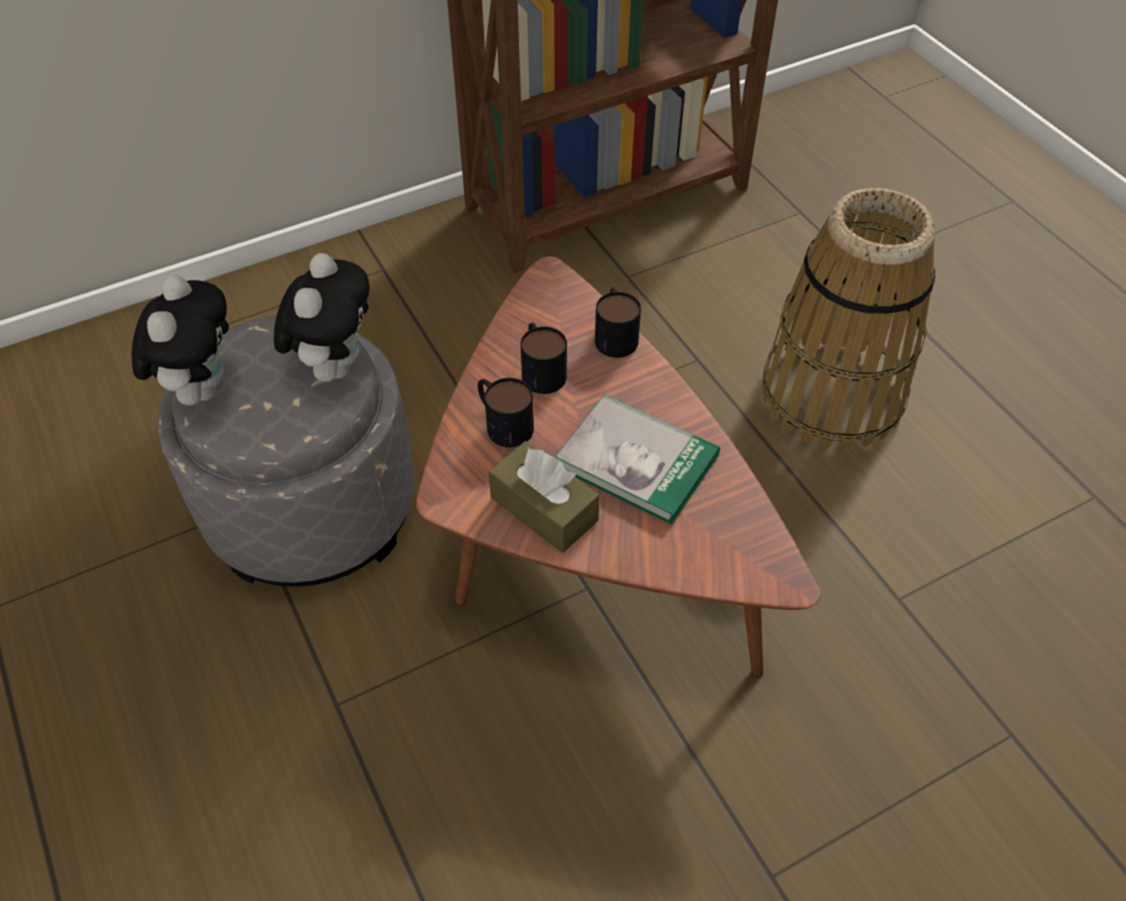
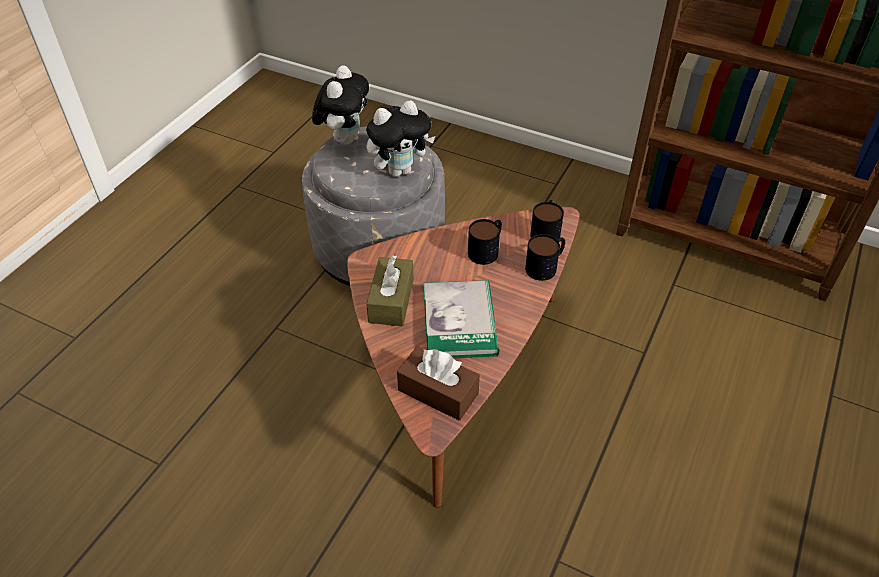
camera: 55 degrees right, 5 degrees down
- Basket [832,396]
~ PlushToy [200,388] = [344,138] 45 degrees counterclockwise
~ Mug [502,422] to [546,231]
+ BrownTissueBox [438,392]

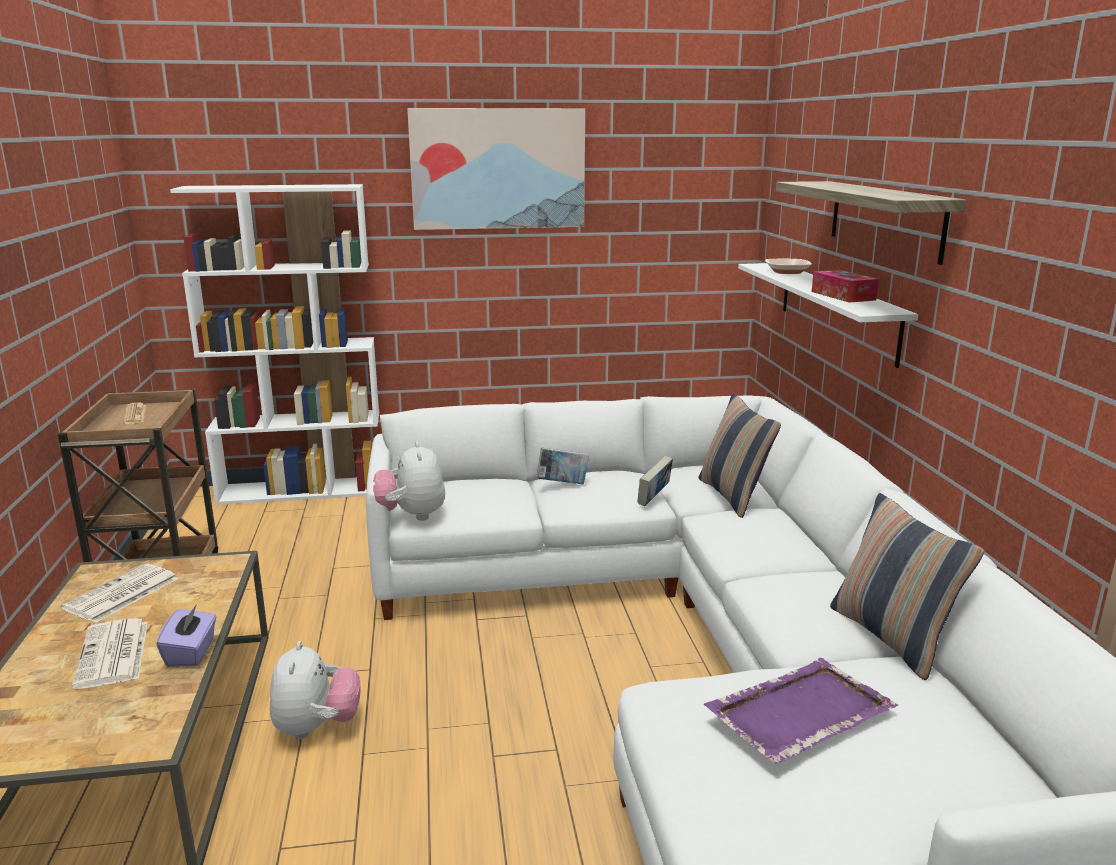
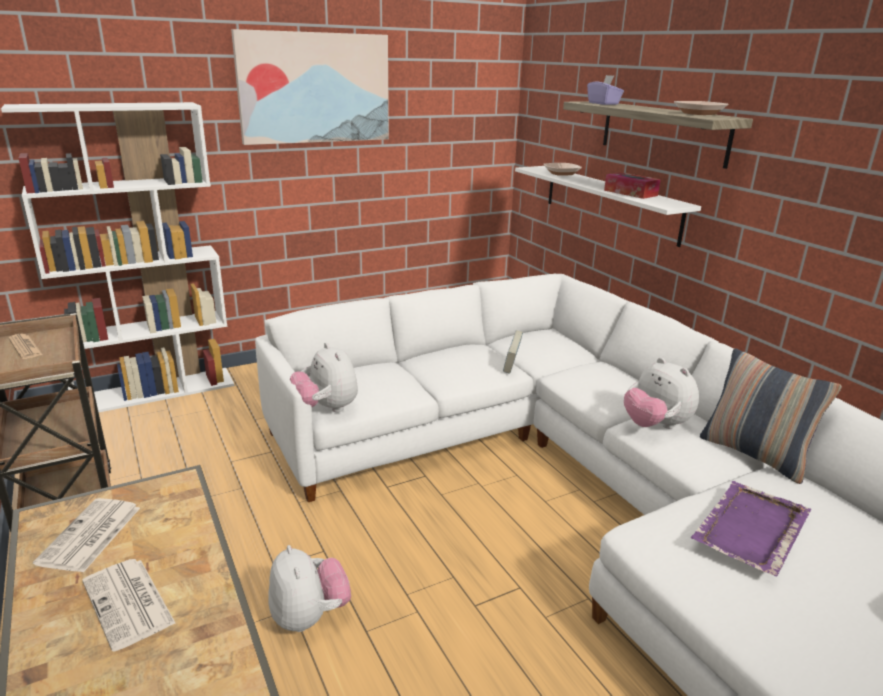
camera: 20 degrees left, 5 degrees up
- Pillow [732,496]
- Book [562,484]
~ PurpleTissueBox [191,653] to [603,103]
+ Bowl [699,114]
+ PlushToy [655,425]

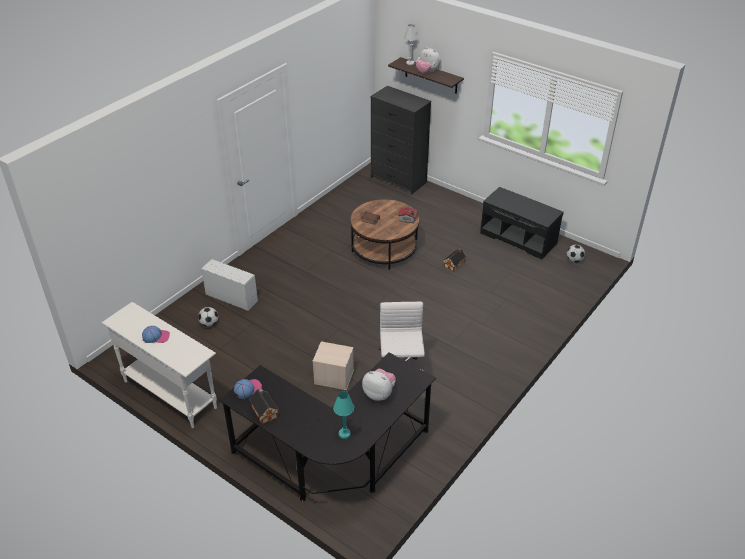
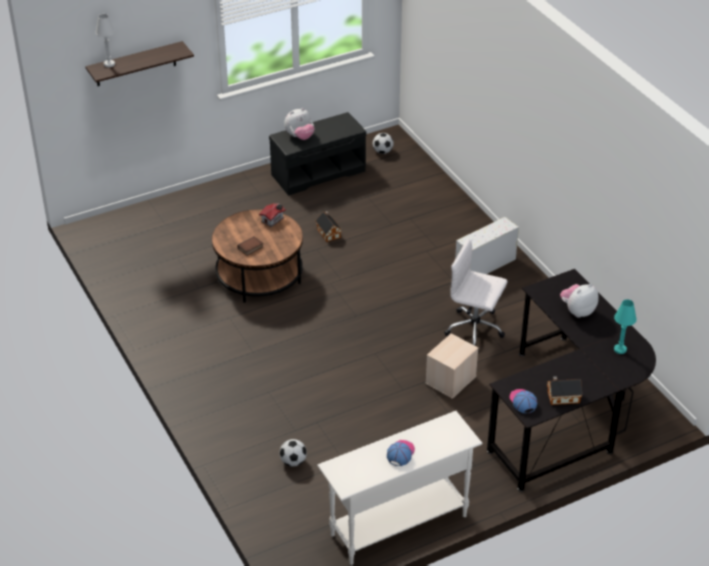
camera: 65 degrees left, 0 degrees up
~ PlushToy [427,72] to [300,137]
- BlackDresser [399,180]
~ WhiteStorageBox [231,297] to [484,266]

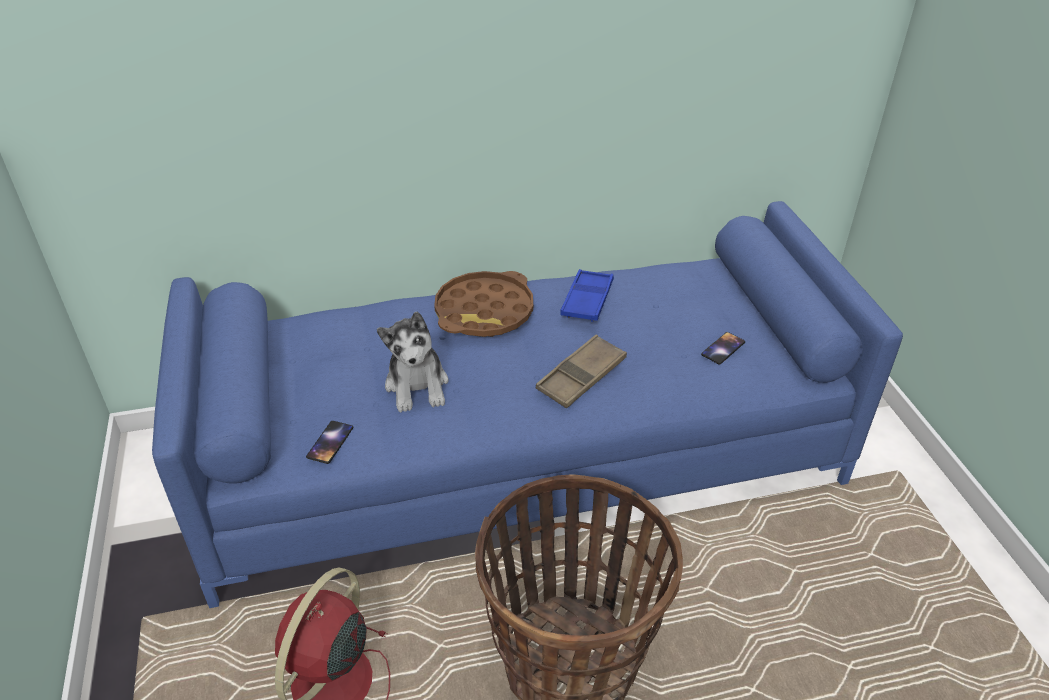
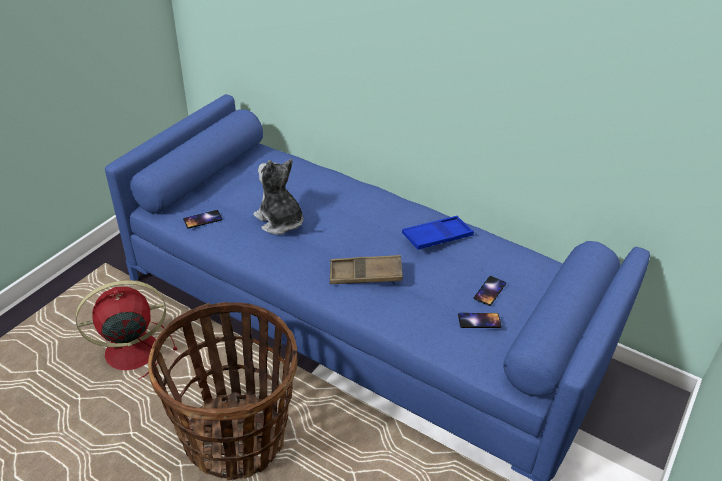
camera: 45 degrees right, 0 degrees up
- BrownTray [484,312]
~ PlushToy [417,385] = [280,221] 105 degrees clockwise
+ Phone [490,291]

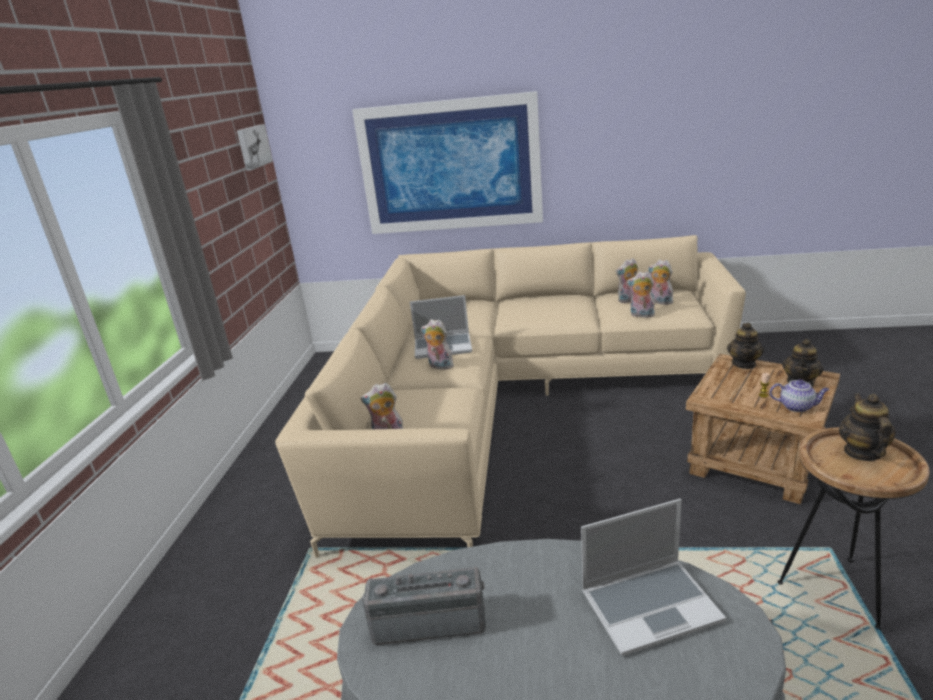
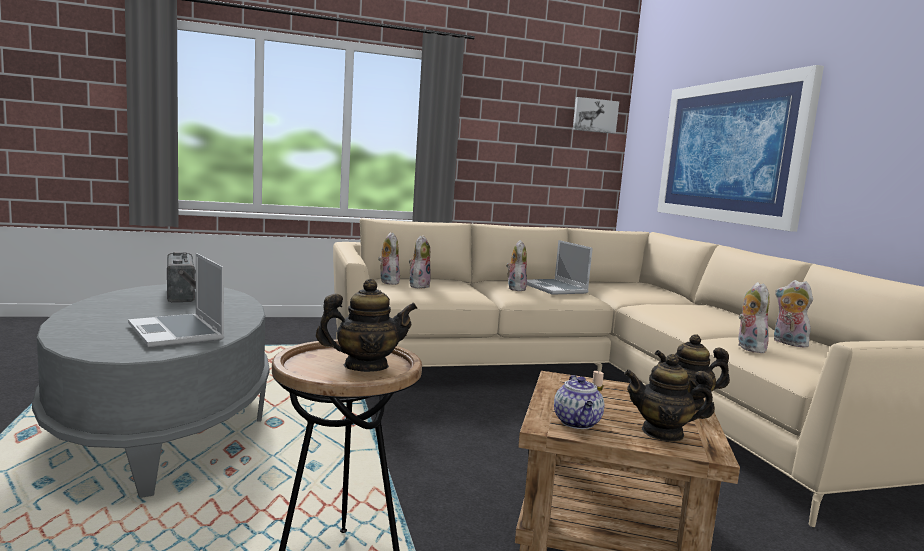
camera: 65 degrees right, 15 degrees down
~ PlushToy [660,302] to [418,286]

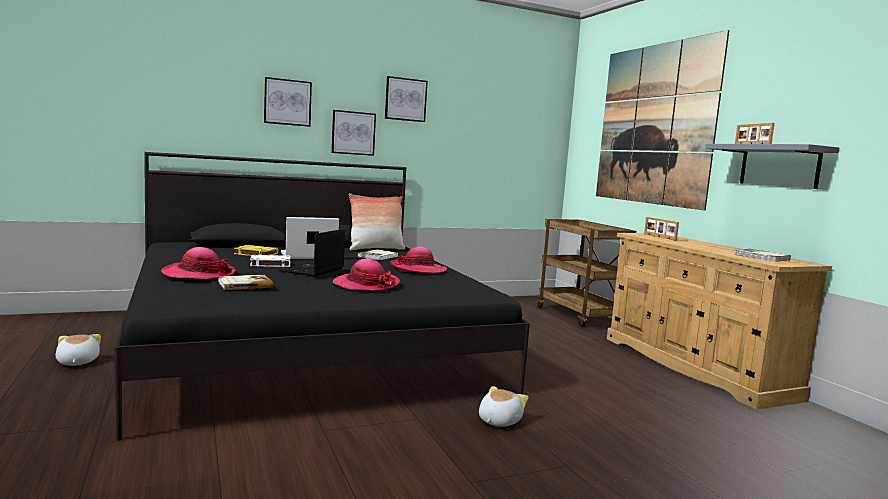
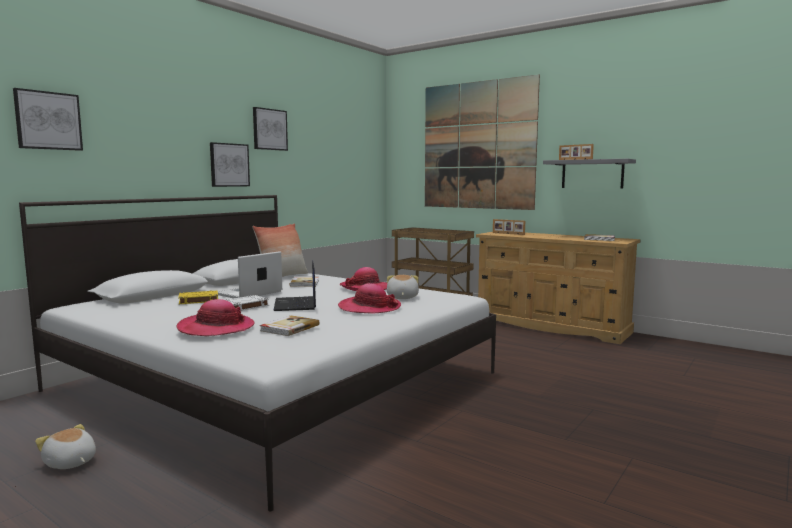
camera: 30 degrees left, 0 degrees up
~ Picture [287,102] to [48,120]
~ BlackBed [307,346] to WhiteBed [276,381]
~ PlushToy [498,421] to [402,298]

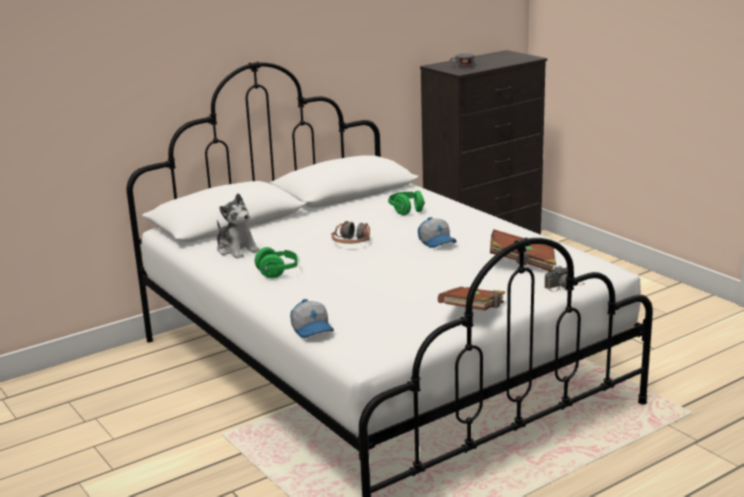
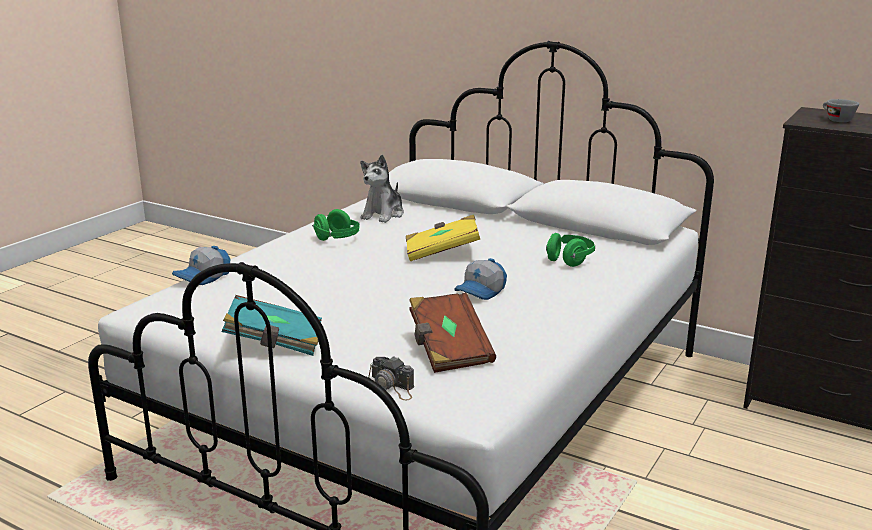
camera: 65 degrees right, 0 degrees up
~ Headphones [351,242] to YellowBook [442,253]
~ BrownBook [473,312] to TurquoiseBook [275,343]

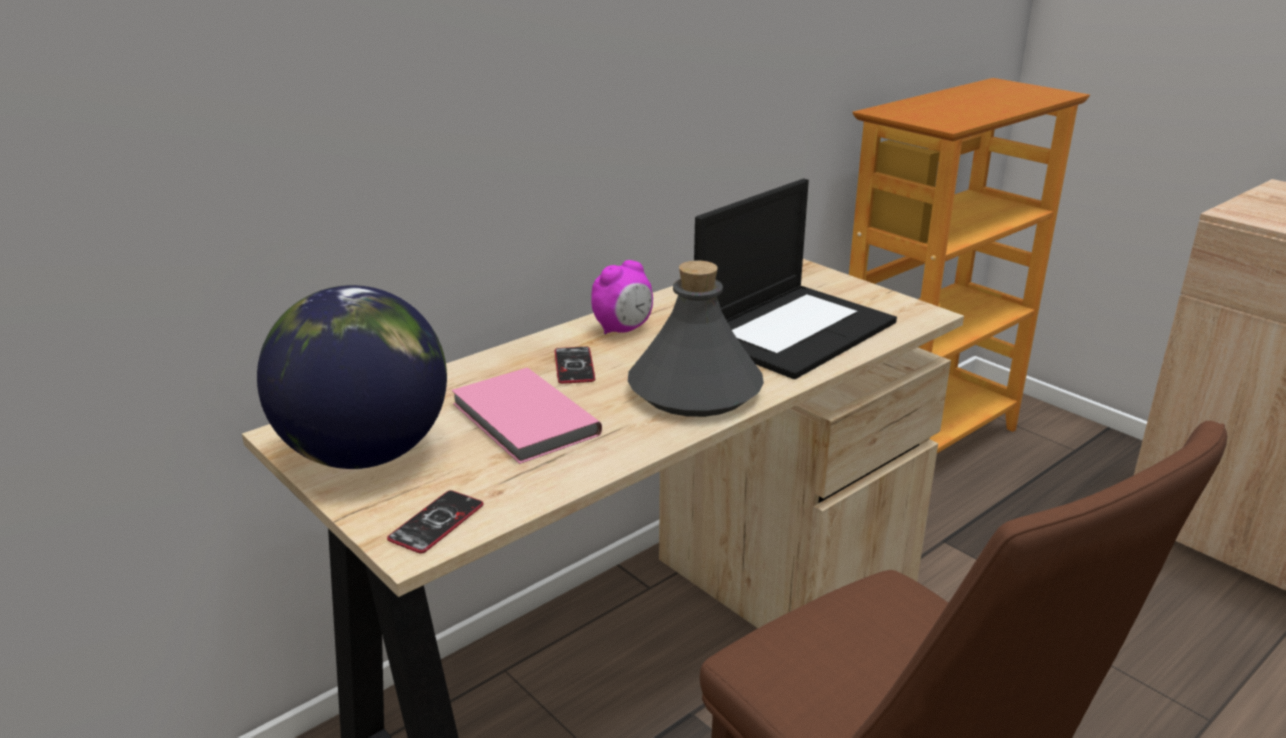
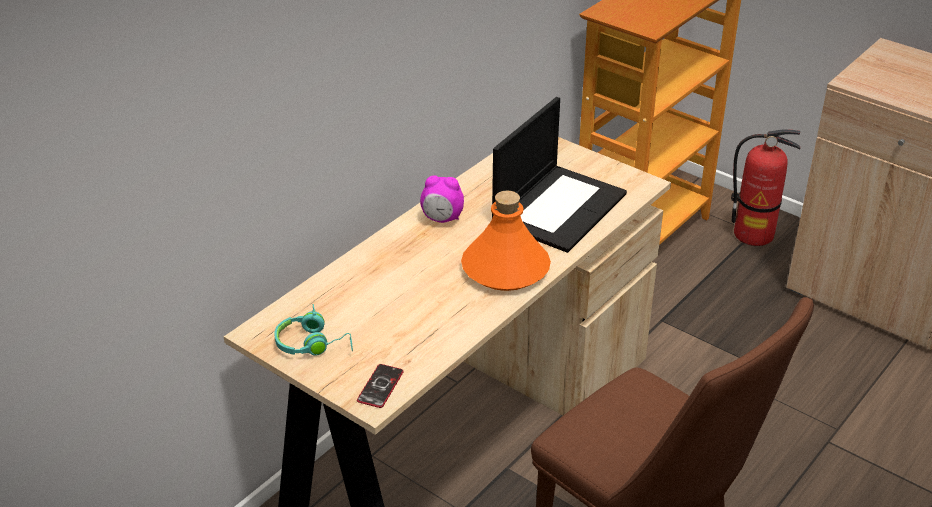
camera: 10 degrees left, 10 degrees up
~ AlarmClock [623,329] = [442,219] 60 degrees clockwise
~ GreyBottle [695,390] to OrangeBottle [506,268]
~ Globe [365,455] to TurquoiseHeadphones [313,344]
- Phone [574,366]
- PinkBook [523,421]
+ FireExtinguisher [753,235]

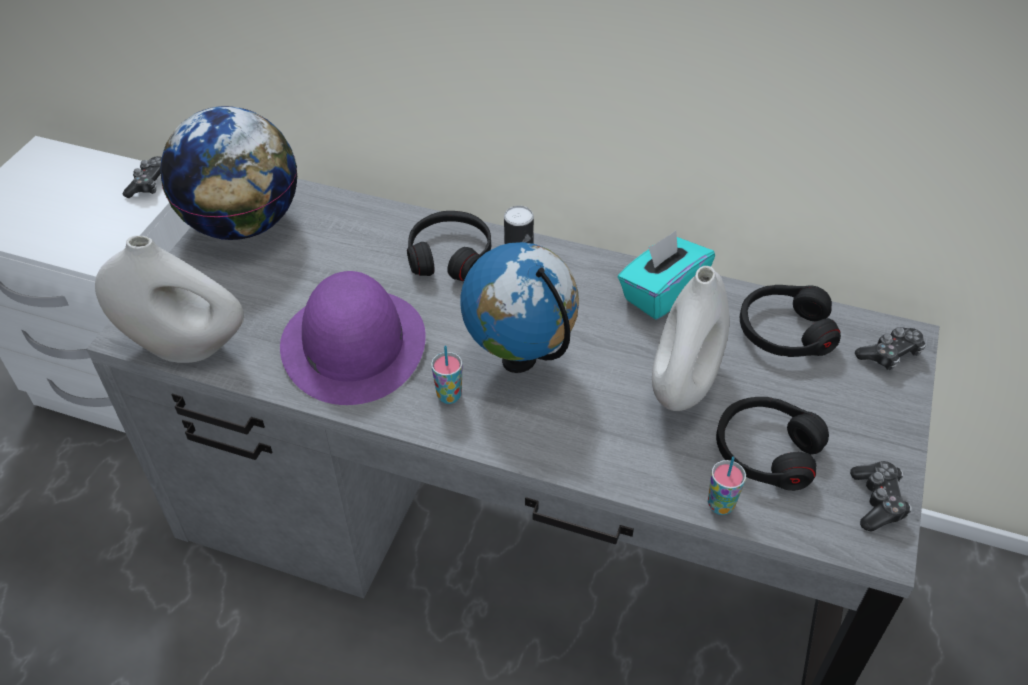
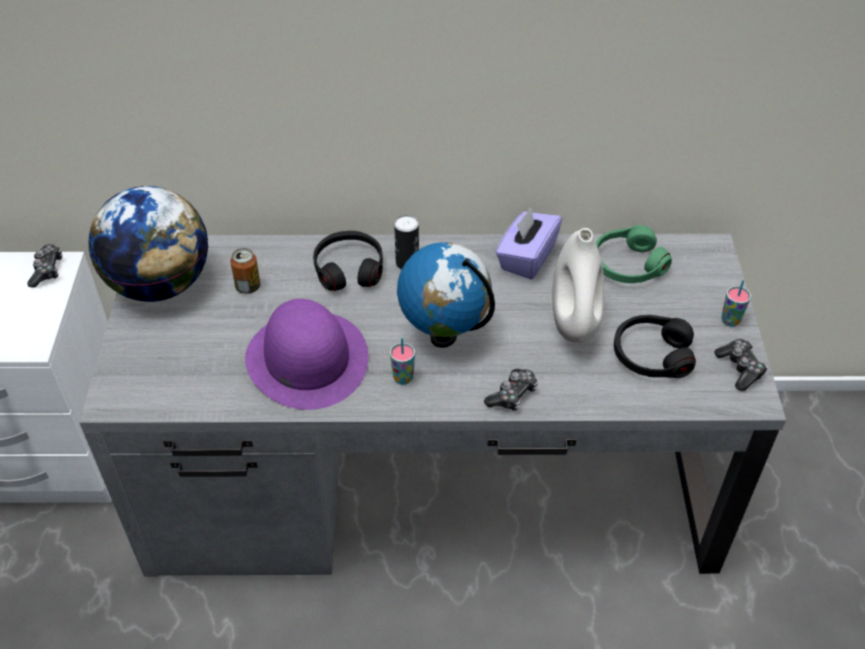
camera: 20 degrees left, 0 degrees up
~ TurquoiseTissueBox [661,293] to PurpleTissueBox [526,258]
- WhiteVase [186,347]
~ BlackHeadphones [784,331] to GreenHeadphones [627,265]
~ GameController [890,354] to [512,395]
~ Cup [720,505] to [730,321]
+ Can [248,287]

